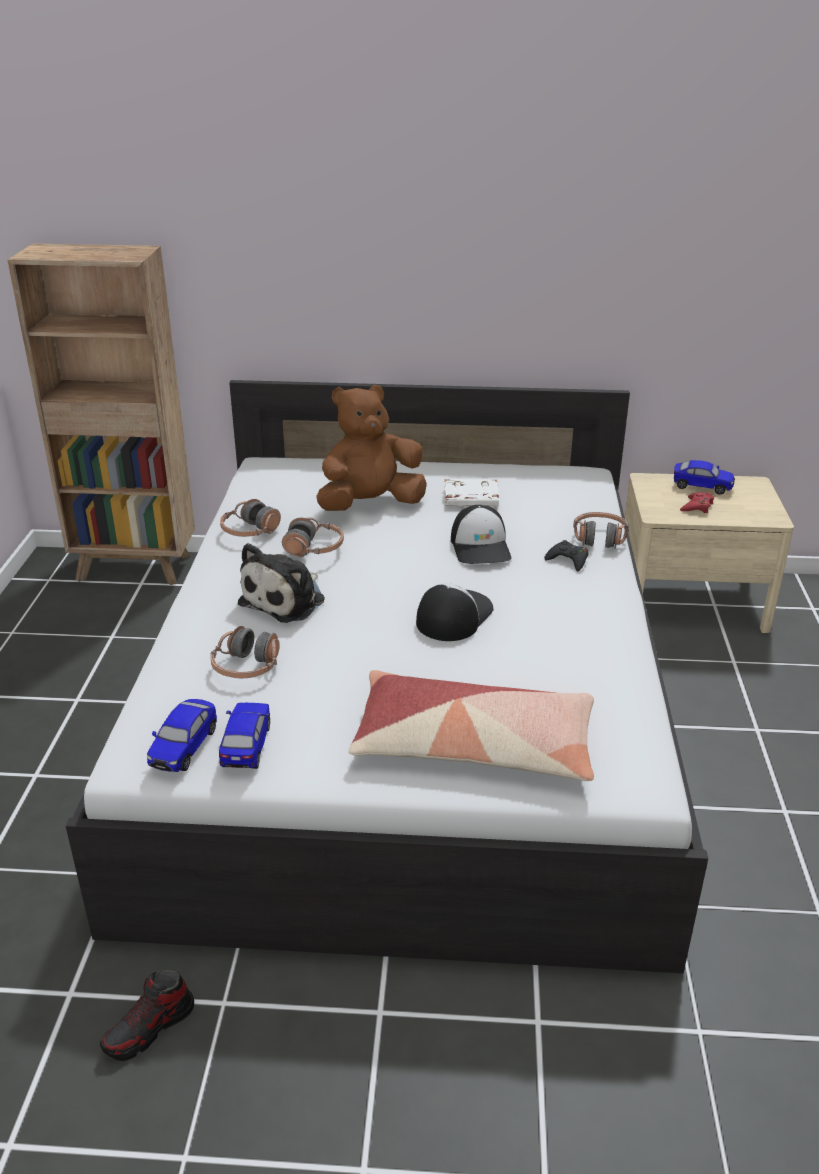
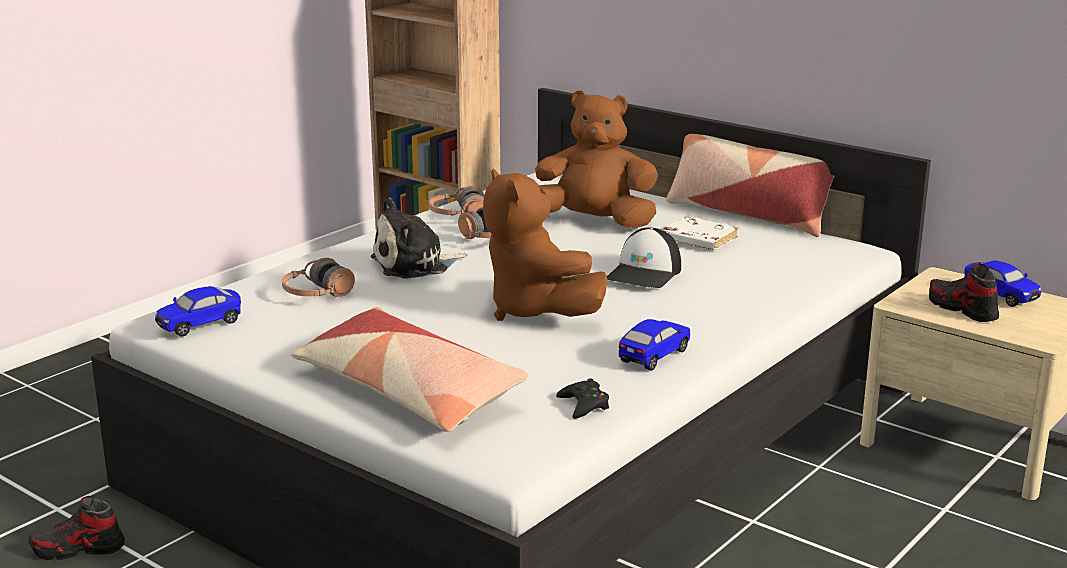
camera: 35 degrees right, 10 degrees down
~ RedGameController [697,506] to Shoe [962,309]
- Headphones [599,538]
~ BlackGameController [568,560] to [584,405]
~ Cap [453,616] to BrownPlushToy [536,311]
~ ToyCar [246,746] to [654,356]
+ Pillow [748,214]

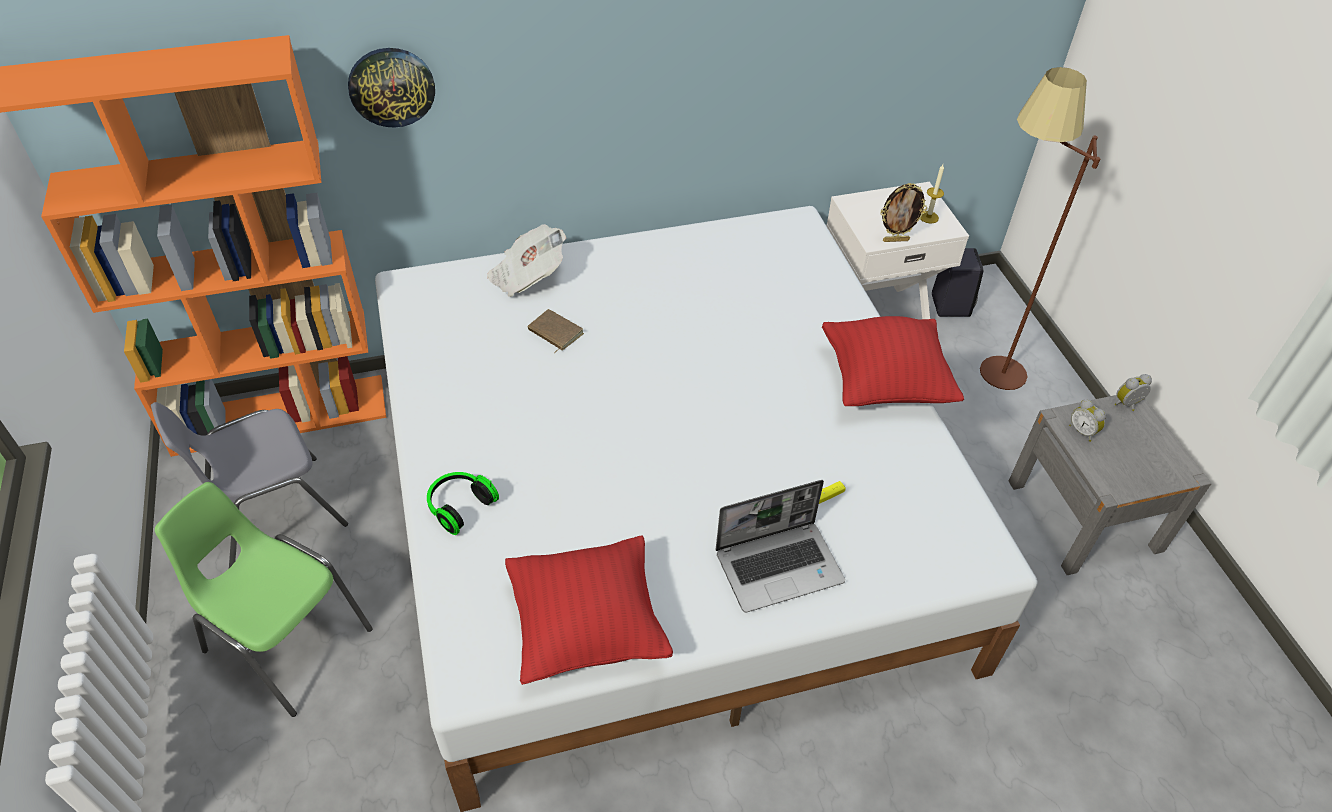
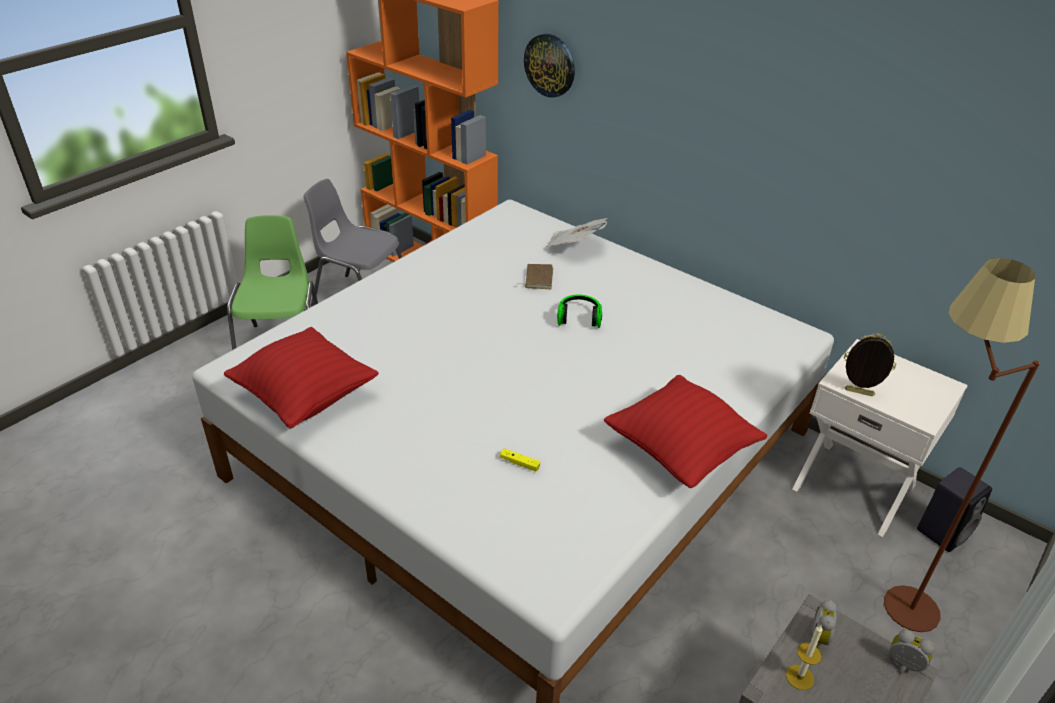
camera: 55 degrees right, 10 degrees down
~ Candle [928,217] to [799,677]
~ PictureFrame [895,240] = [858,393] 150 degrees clockwise
~ Headphones [459,506] to [579,318]
- Laptop [780,566]

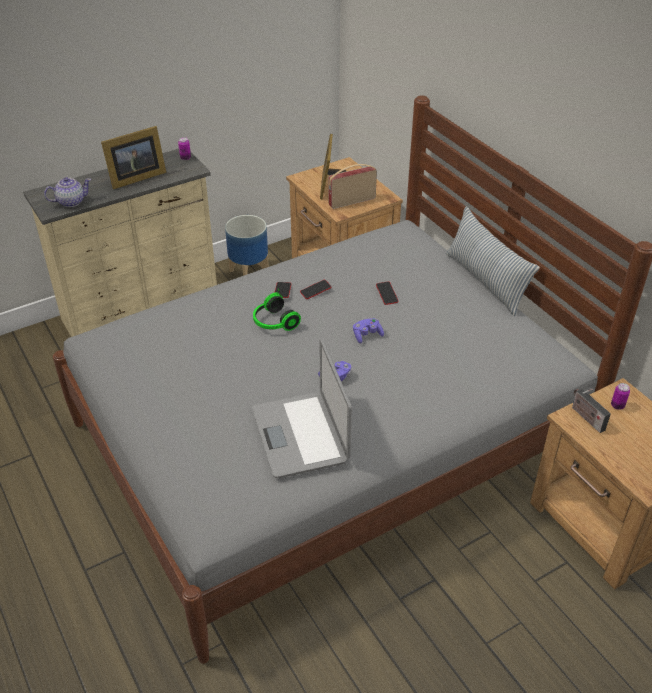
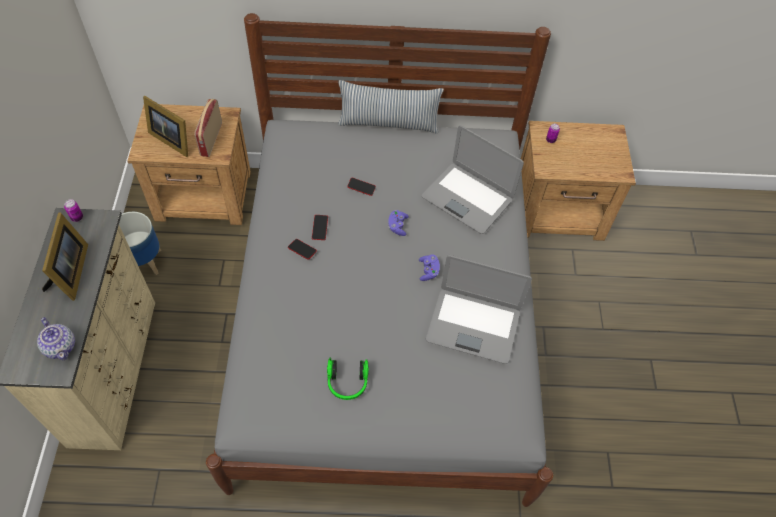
camera: 60 degrees left, 15 degrees up
~ Teapot [70,202] = [60,346] 135 degrees clockwise
~ Headphones [273,323] to [347,383]
- Radio [586,417]
+ Laptop [467,198]

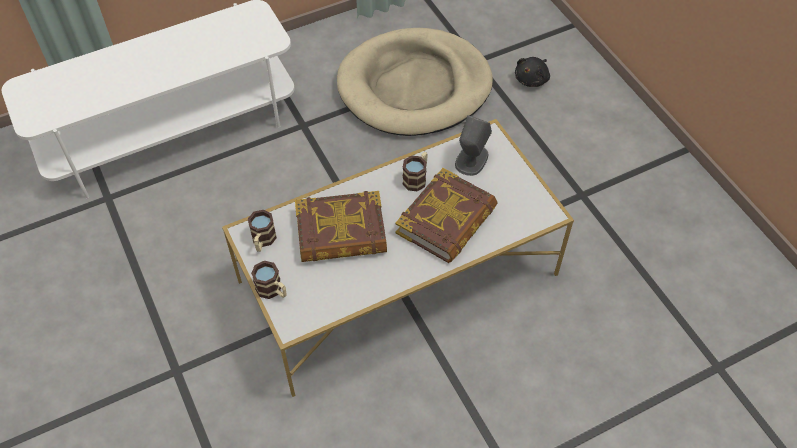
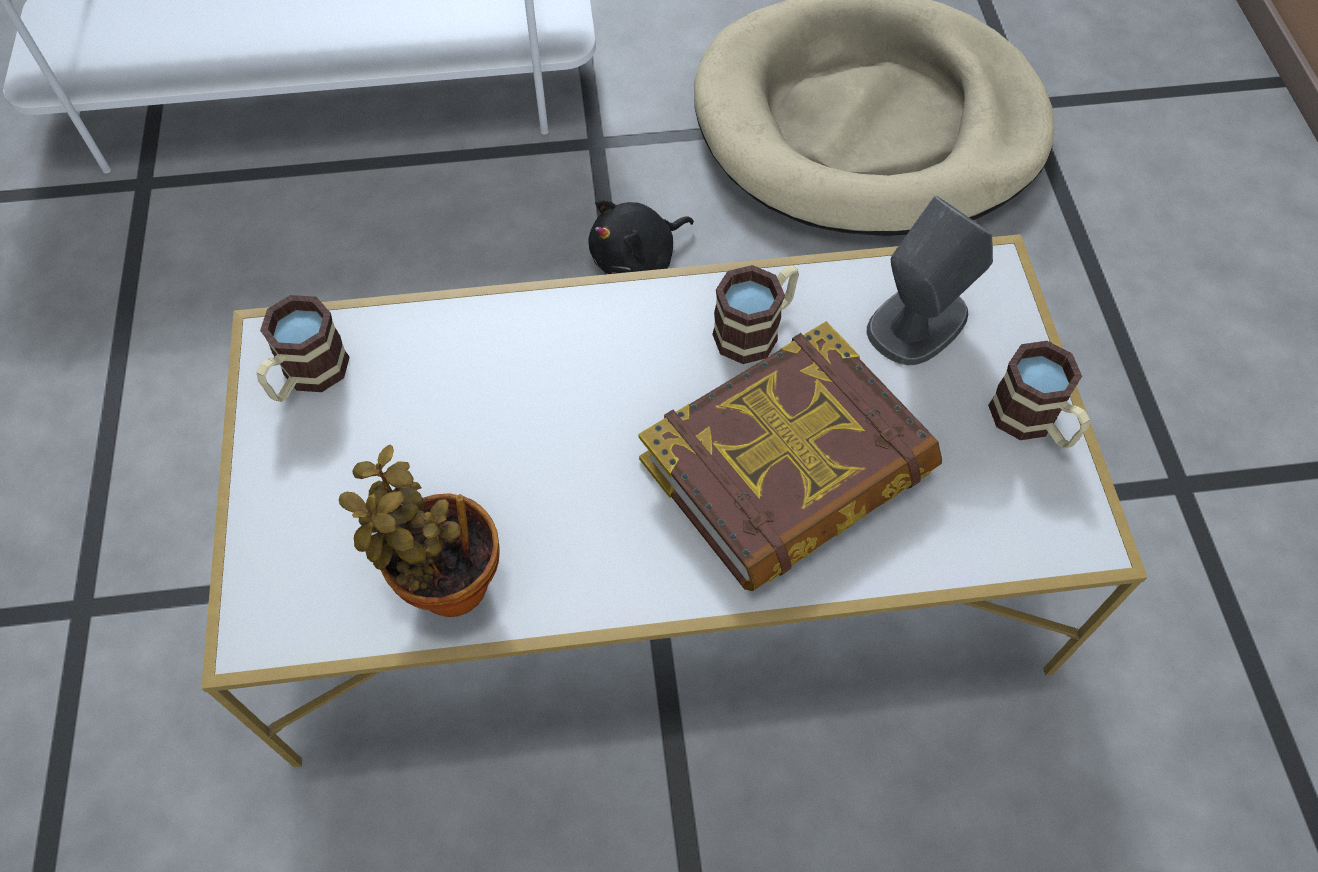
camera: 20 degrees right, 5 degrees up
~ BlackPlushToy [532,79] to [637,258]
- Book [341,233]
~ Mug [273,290] to [1032,422]
+ PottedPlant [445,581]

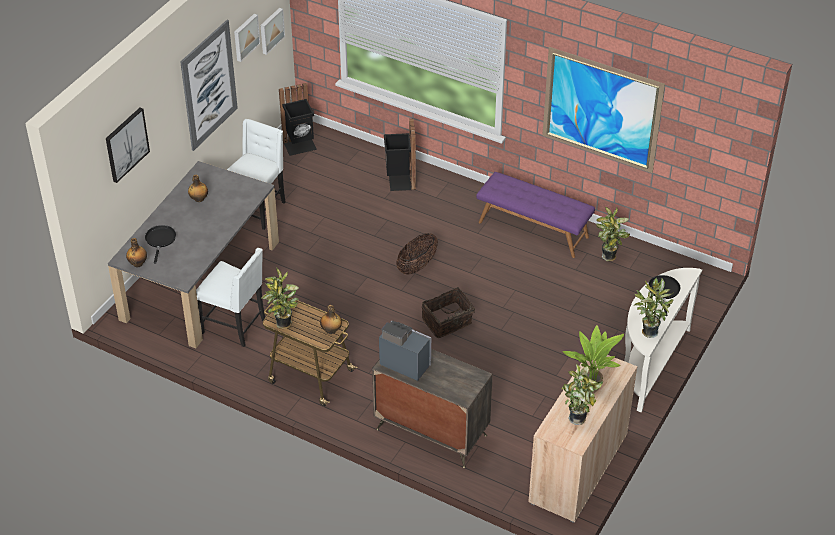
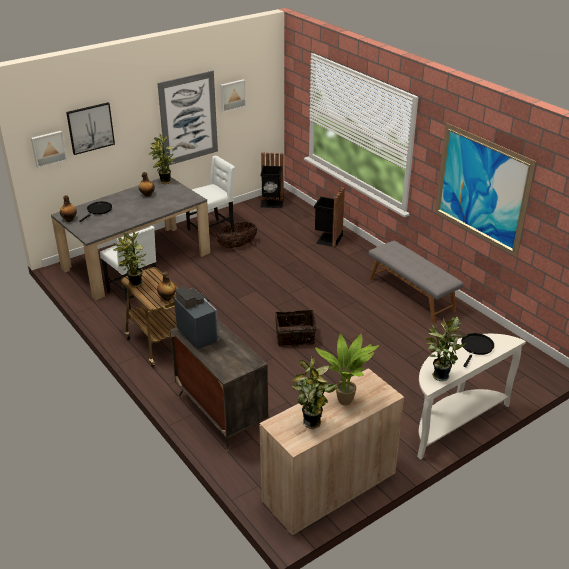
camera: 25 degrees right, 10 degrees down
~ Picture [271,30] to [48,148]
~ PurpleBench [533,229] to GreyBench [411,294]
~ PottedPlant [609,258] to [165,182]
~ Basket [417,266] to [237,245]

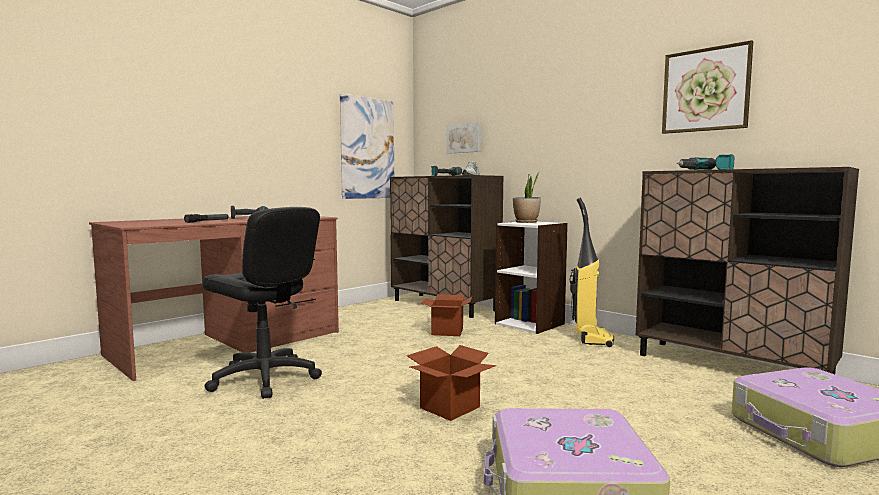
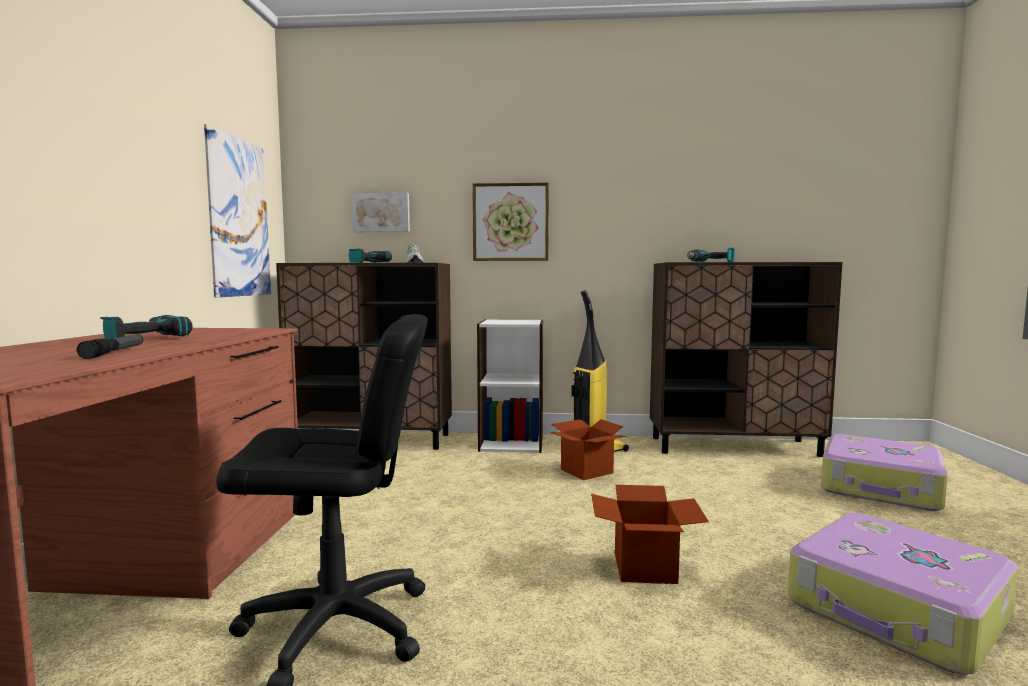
camera: 40 degrees left, 0 degrees up
~ Picture [705,90] to [510,222]
- PottedPlant [526,222]
~ CardboardBox [447,332] to [586,471]

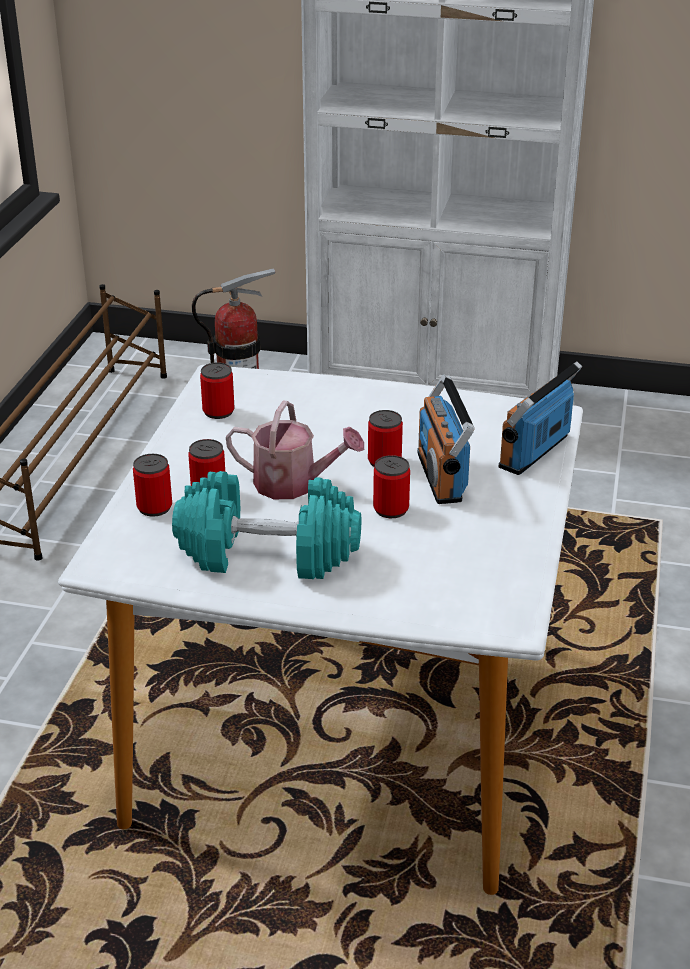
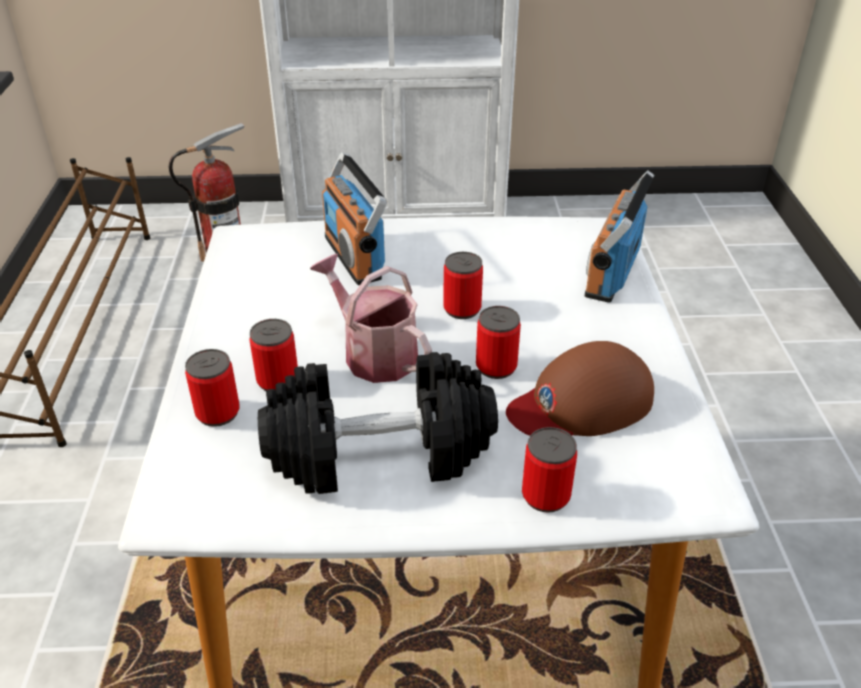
camera: 15 degrees left, 5 degrees up
~ Can [218,411] to [545,495]
~ Radio [441,476] to [354,257]
~ WateringCan [294,484] = [374,353] 135 degrees counterclockwise
~ TurquoiseDumbbell [269,553] to BlackDumbbell [380,452]
+ BrownCap [581,403]

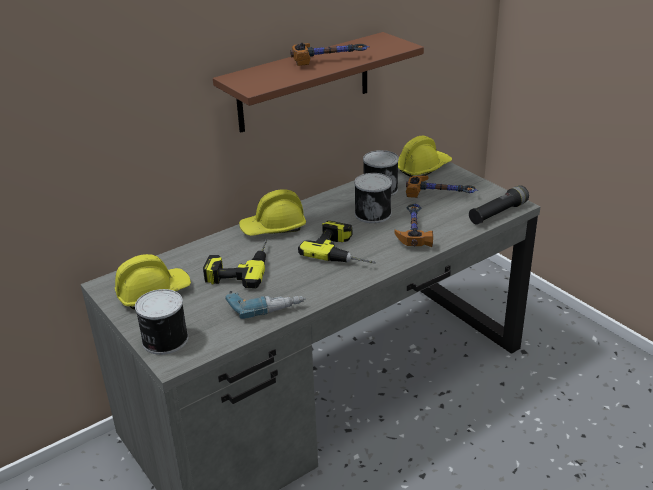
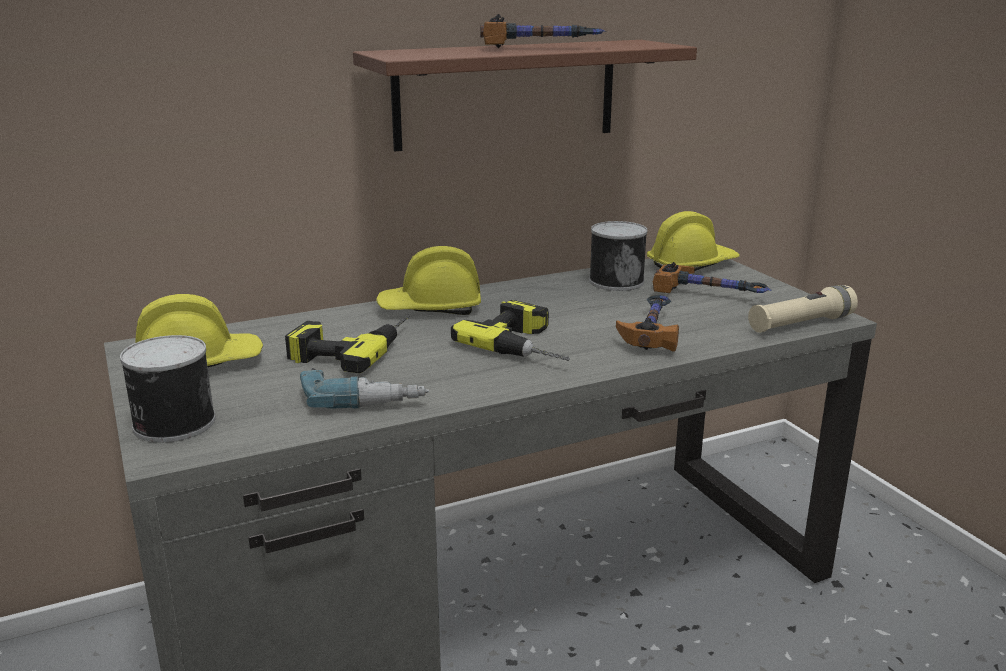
camera: 10 degrees right, 10 degrees down
- Can [373,213]
~ BlackFlashlight [498,213] to BeigeFlashlight [801,324]

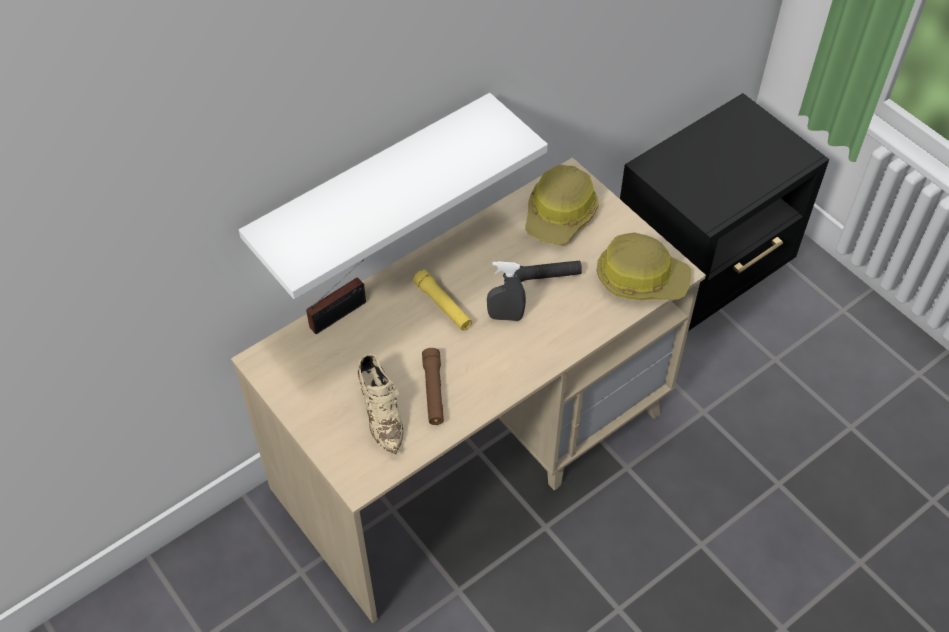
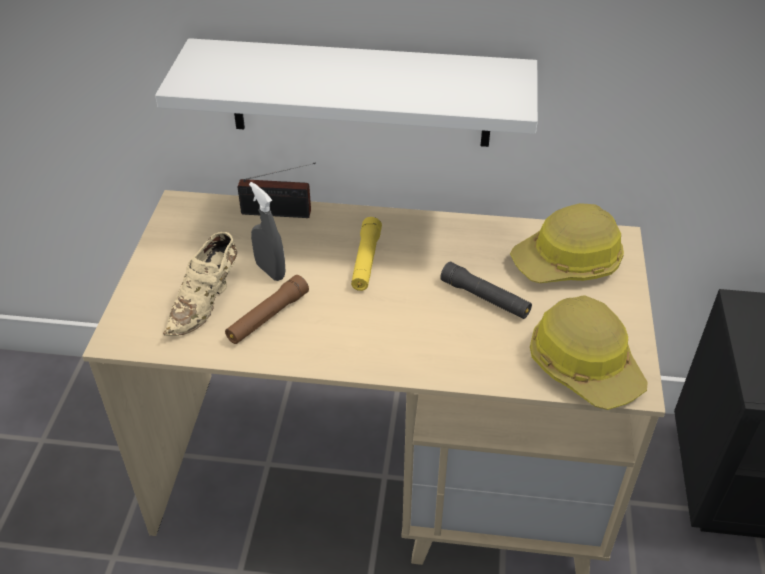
camera: 45 degrees right, 10 degrees down
~ GreySprayBottle [505,316] to [270,271]

